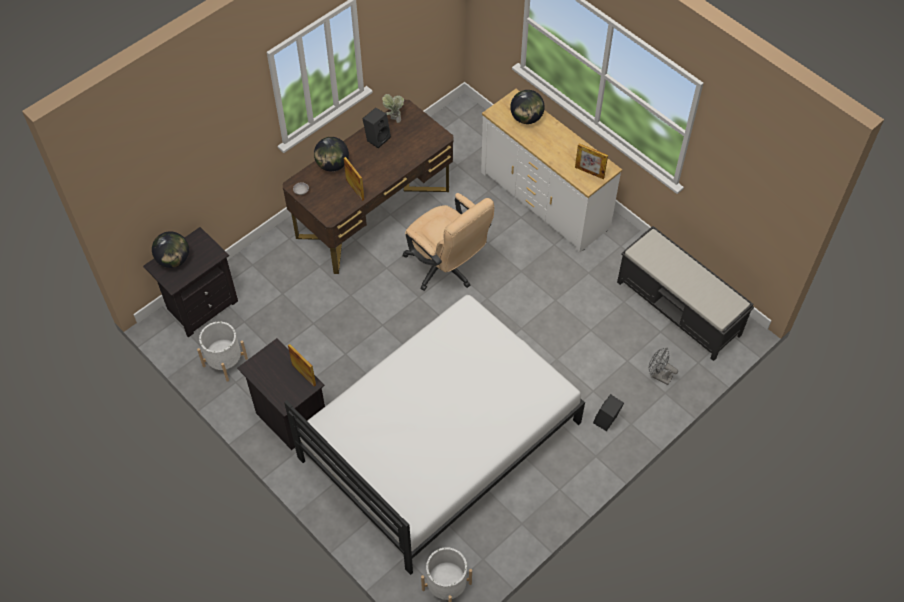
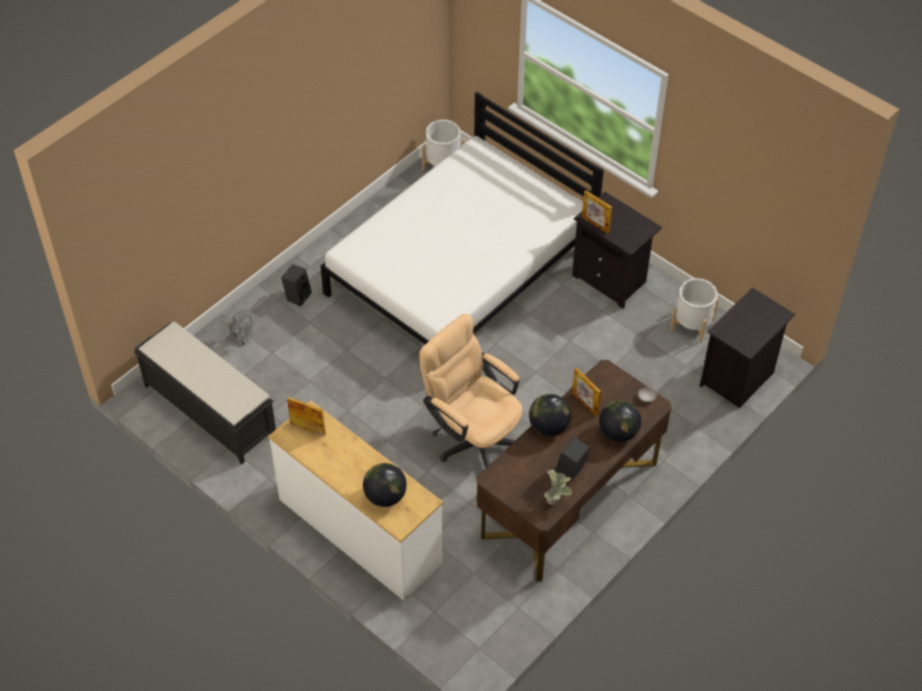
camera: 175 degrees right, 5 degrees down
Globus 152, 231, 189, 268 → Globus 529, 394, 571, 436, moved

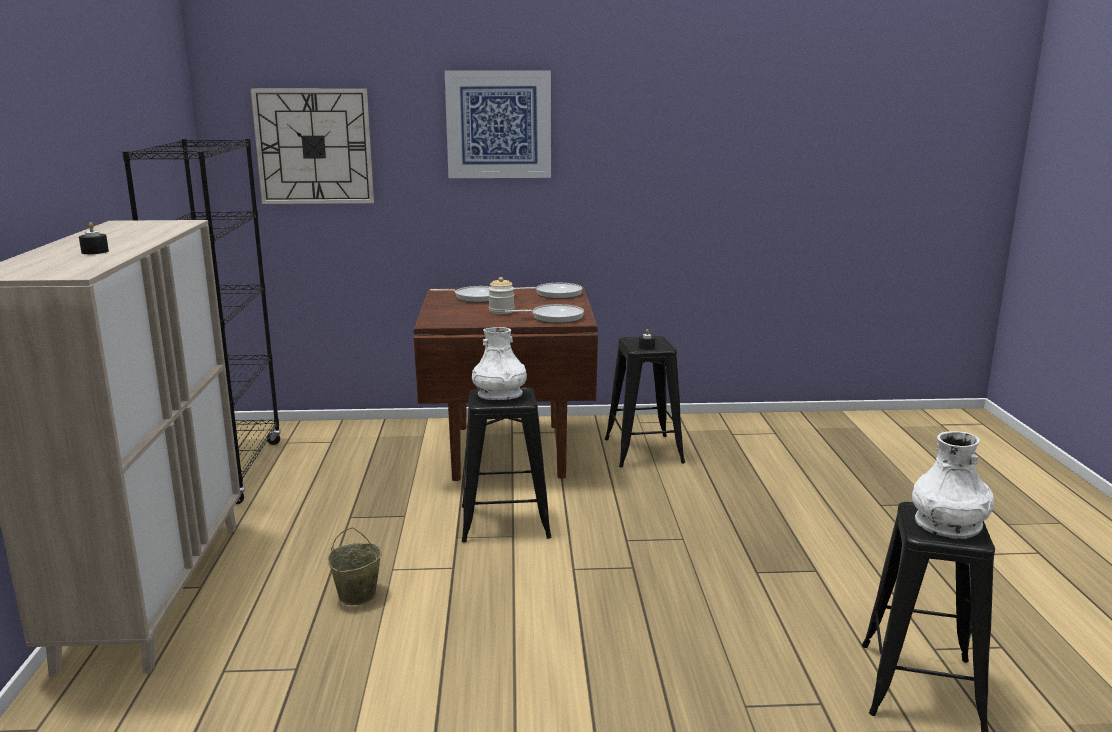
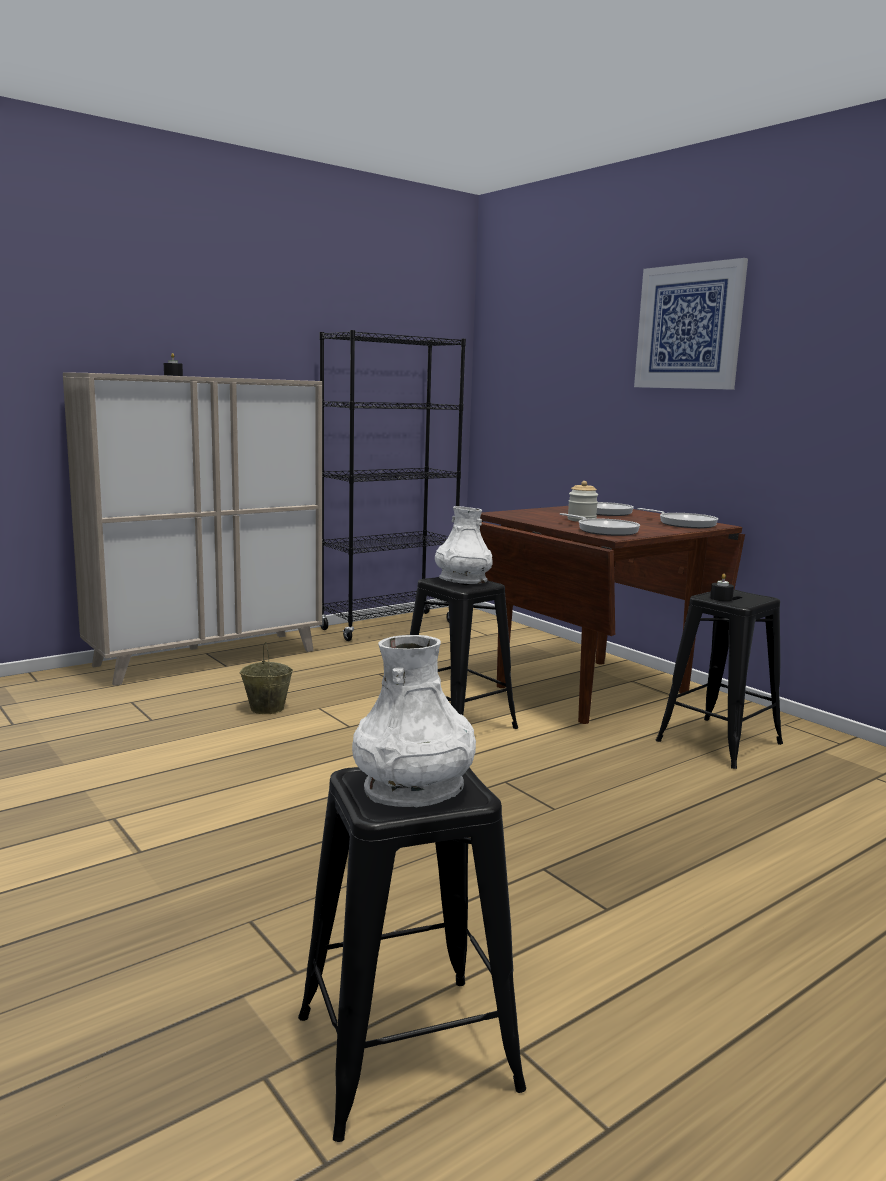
camera: 55 degrees right, 5 degrees down
Wanduhr 251, 88, 374, 204 → -

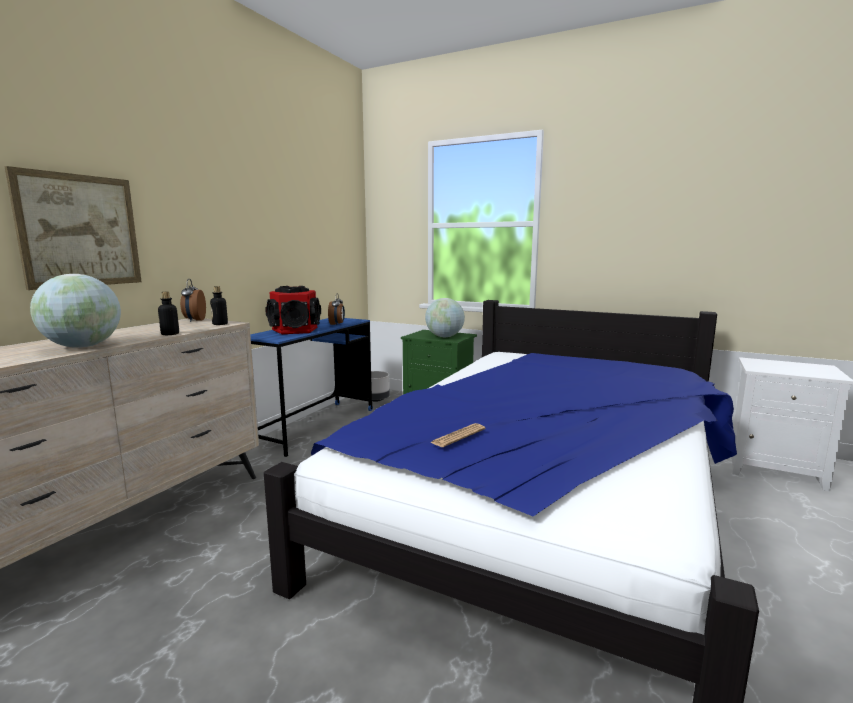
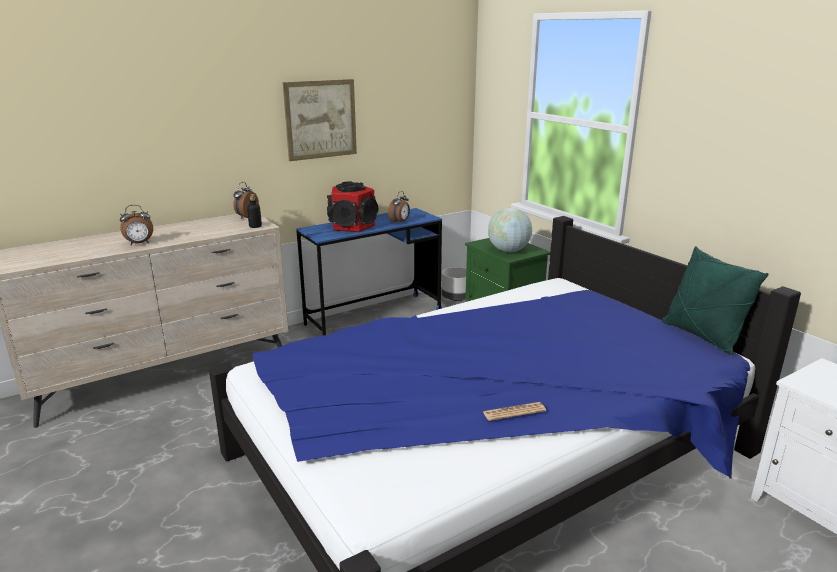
camera: 30 degrees right, 10 degrees up
Bild 4, 166, 141, 290 → Bild 283, 79, 357, 161, moved
Globus 30, 274, 121, 348 → Wecker 120, 205, 153, 245
Flasche 158, 292, 179, 335 → -
Zeitung 430, 423, 485, 447 → Zeitung 483, 402, 546, 421, moved
- → Kissen (grün) 662, 246, 769, 355

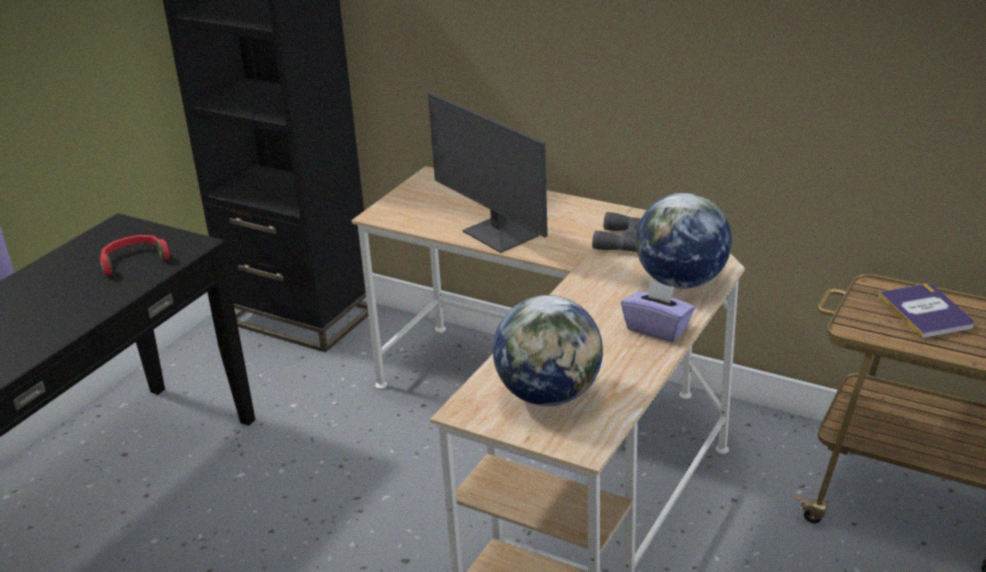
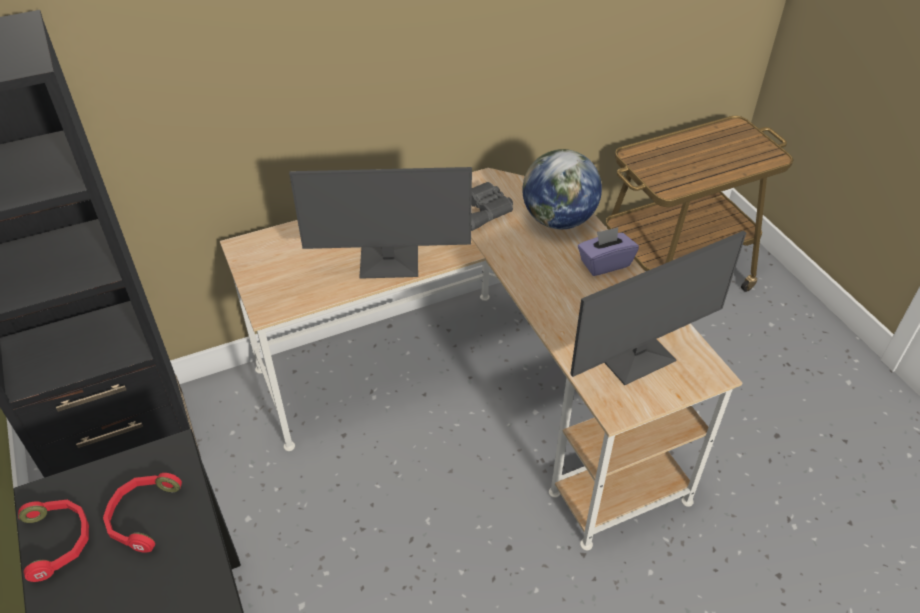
camera: 55 degrees left, 15 degrees up
Globus 493, 295, 603, 406 → Monitor 570, 231, 746, 385
Buch 879, 284, 974, 338 → -
- → Kopfhörer (rot) 18, 500, 89, 582

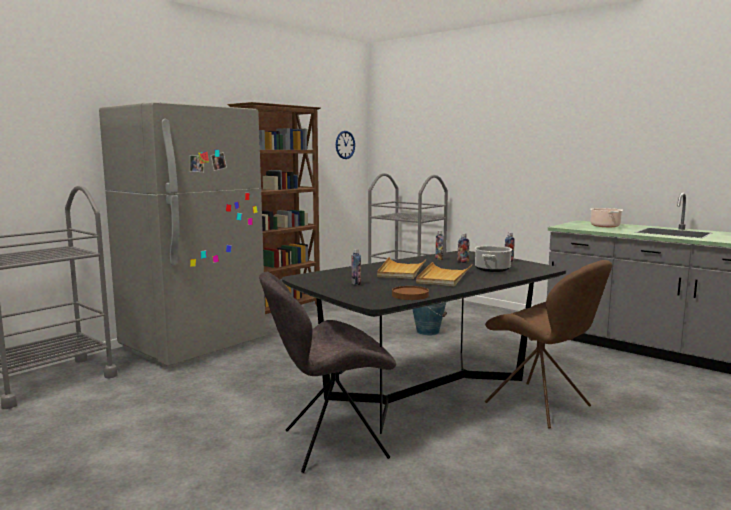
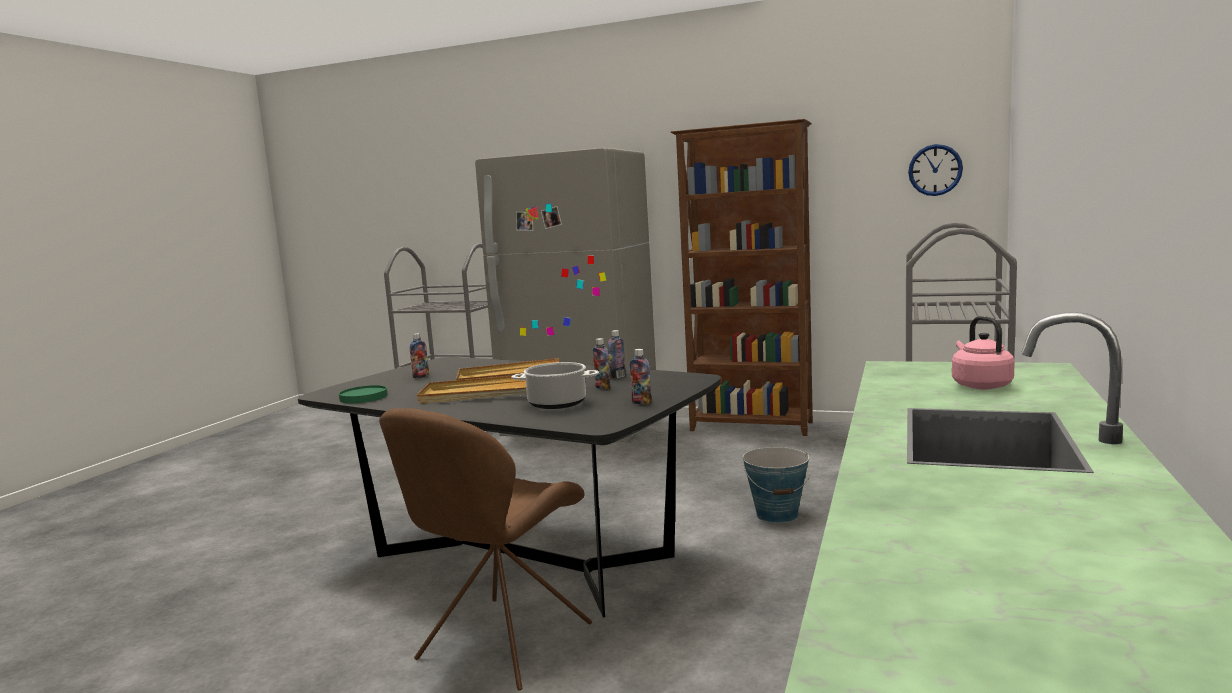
camera: 70 degrees right, 0 degrees up
Stuhl (grau) 259, 272, 396, 473 → -
Teller (braun) 392, 286, 429, 300 → Teller (grün) 339, 385, 388, 403
Kochtopf 590, 208, 623, 227 → Wasserkessel (rosa) 952, 316, 1015, 389

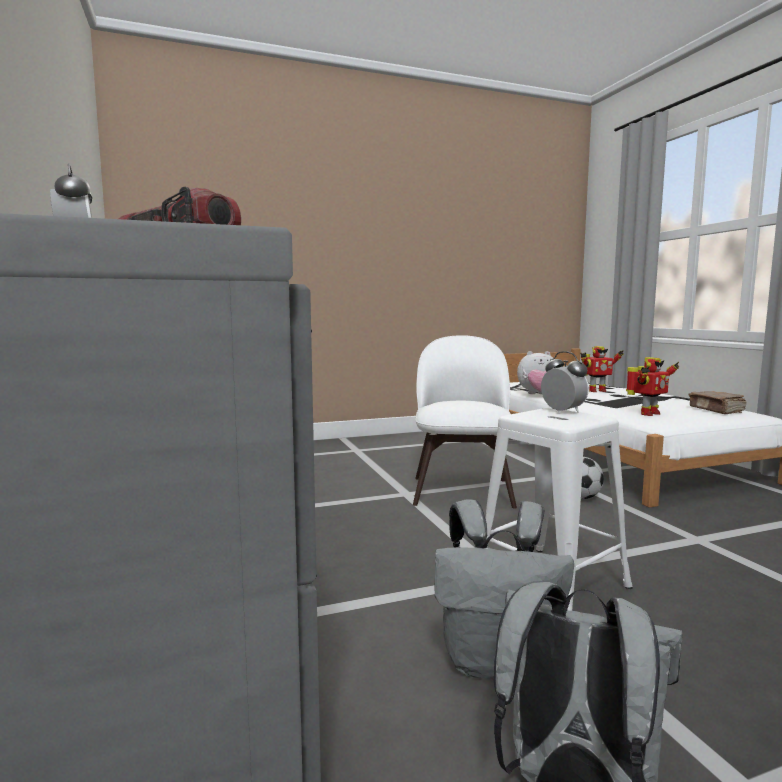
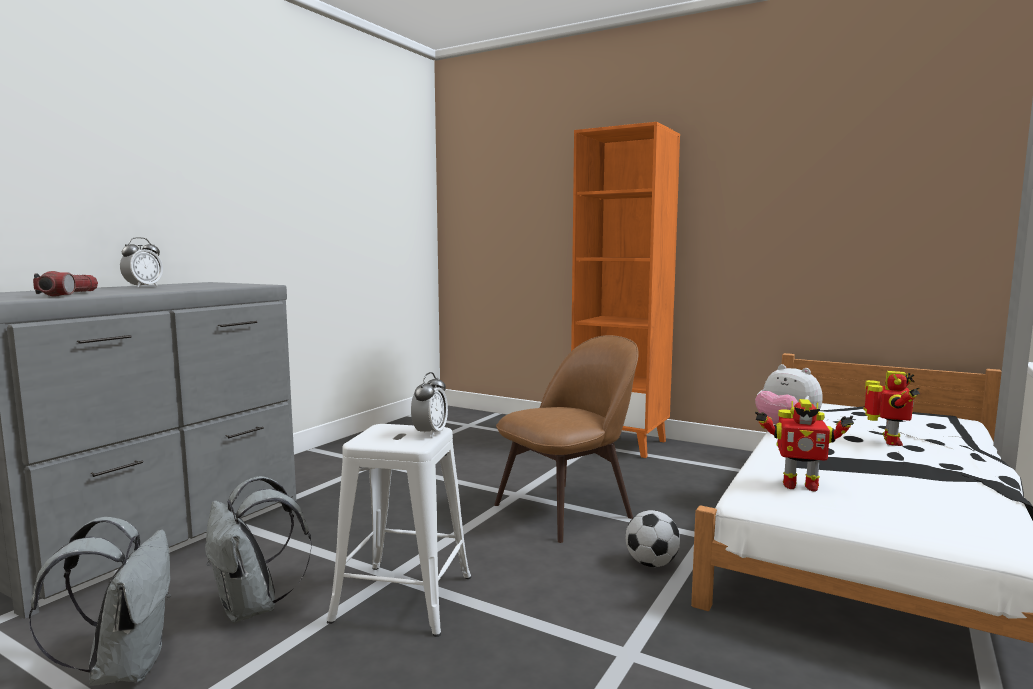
camera: 50 degrees right, 0 degrees up
Stuhl (weiß) 413, 335, 517, 509 → Stuhl (braun) 494, 335, 638, 543
Spielzeugroboter 580, 346, 624, 392 → Spielzeugroboter 863, 371, 920, 446, 105 degrees counterclockwise
Buch (braun) 688, 391, 747, 414 → -
- → Bücherregal (orange) 571, 122, 680, 458

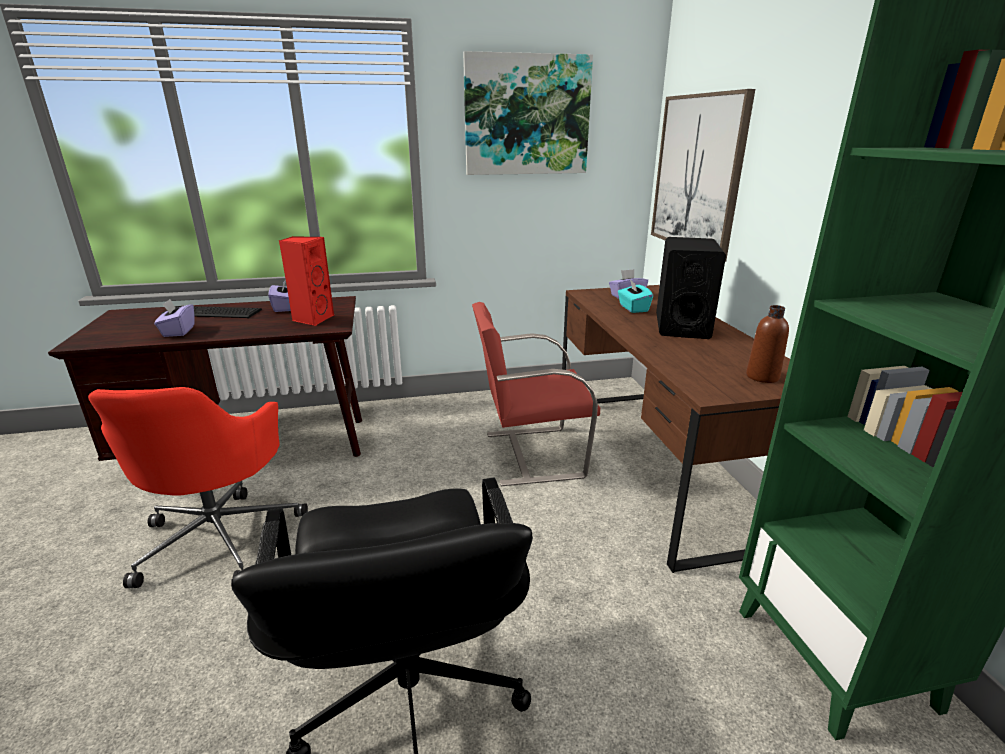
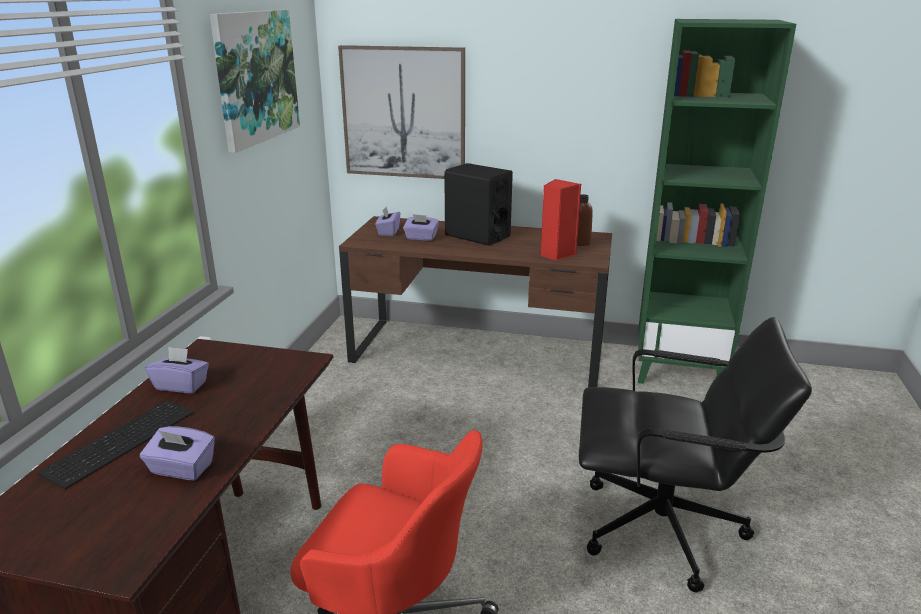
camera: 65 degrees left, 0 degrees up
Lautsprecher (rot) 279, 236, 334, 326 → Lautsprecher (rot) 540, 179, 581, 261, moved
Stuhl (rot) 472, 302, 600, 486 → -
Taschentuchbox (türkis) 618, 280, 653, 313 → Taschentuchbox (lila) 403, 214, 439, 241

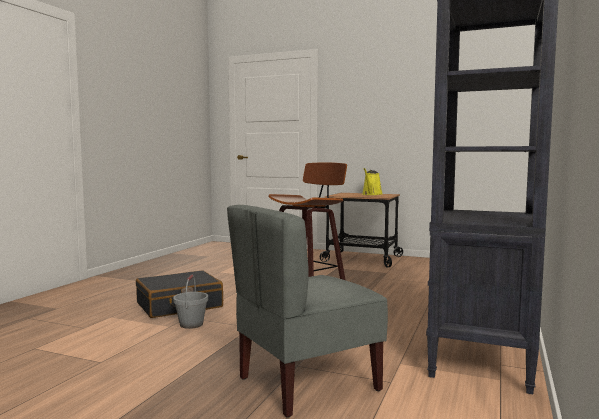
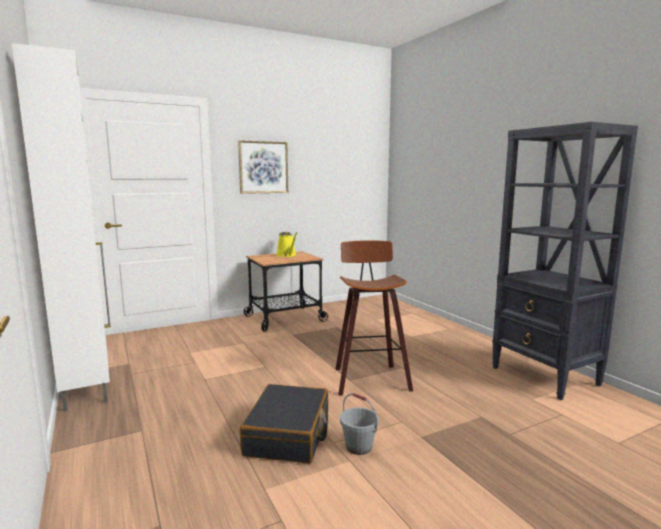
camera: 50 degrees left, 5 degrees up
Stuhl (grau) 227, 205, 388, 418 → -
- → Schrank (weiß) 12, 43, 111, 411
- → Bild 238, 140, 288, 194

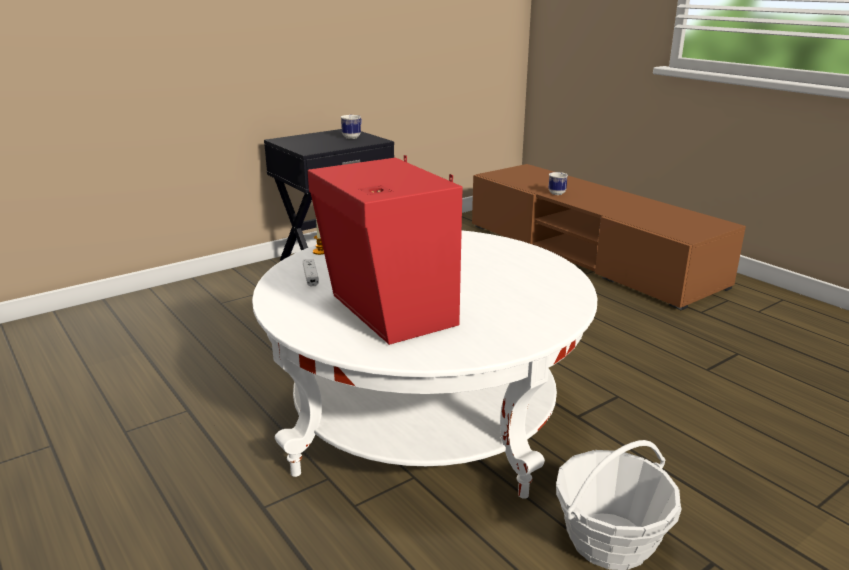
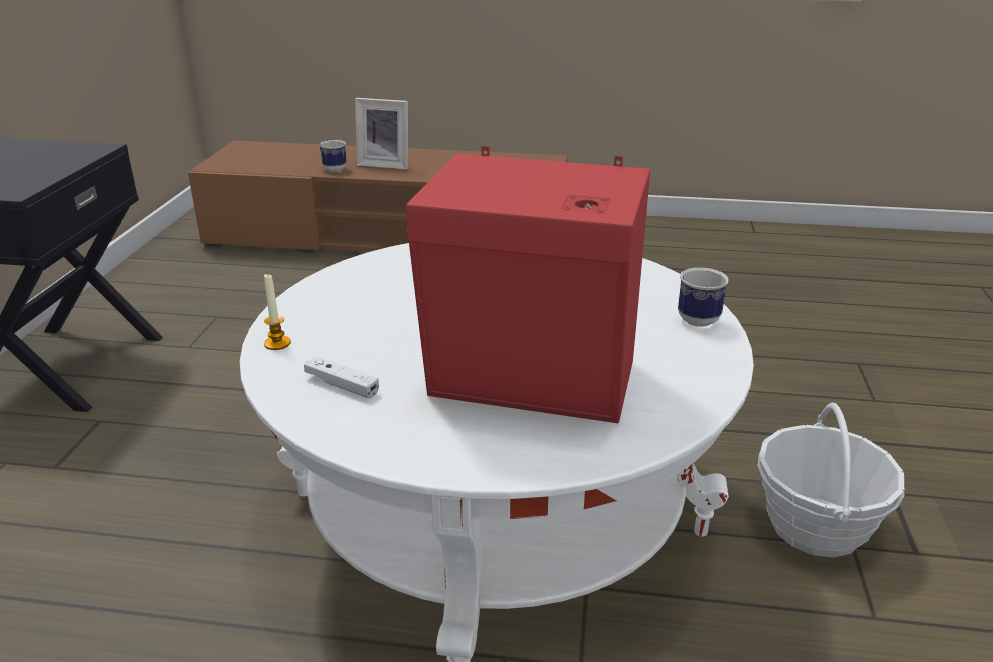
camera: 45 degrees left, 5 degrees up
Henkelbecher 341, 115, 362, 139 → Henkelbecher 678, 267, 729, 327, moved
- → Bilderrahmen 355, 98, 408, 170

